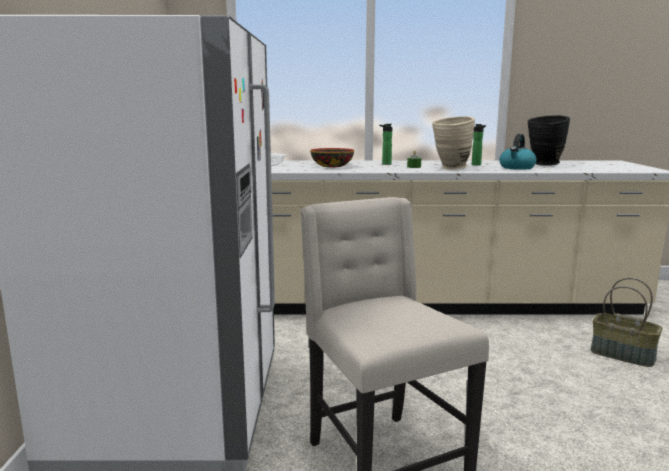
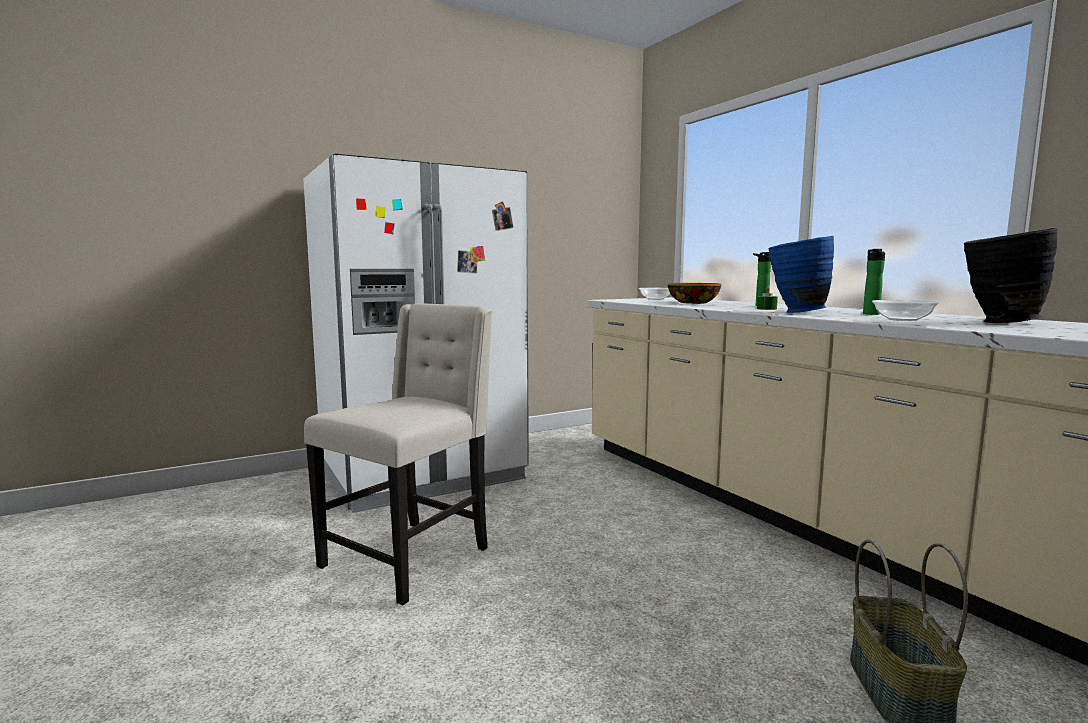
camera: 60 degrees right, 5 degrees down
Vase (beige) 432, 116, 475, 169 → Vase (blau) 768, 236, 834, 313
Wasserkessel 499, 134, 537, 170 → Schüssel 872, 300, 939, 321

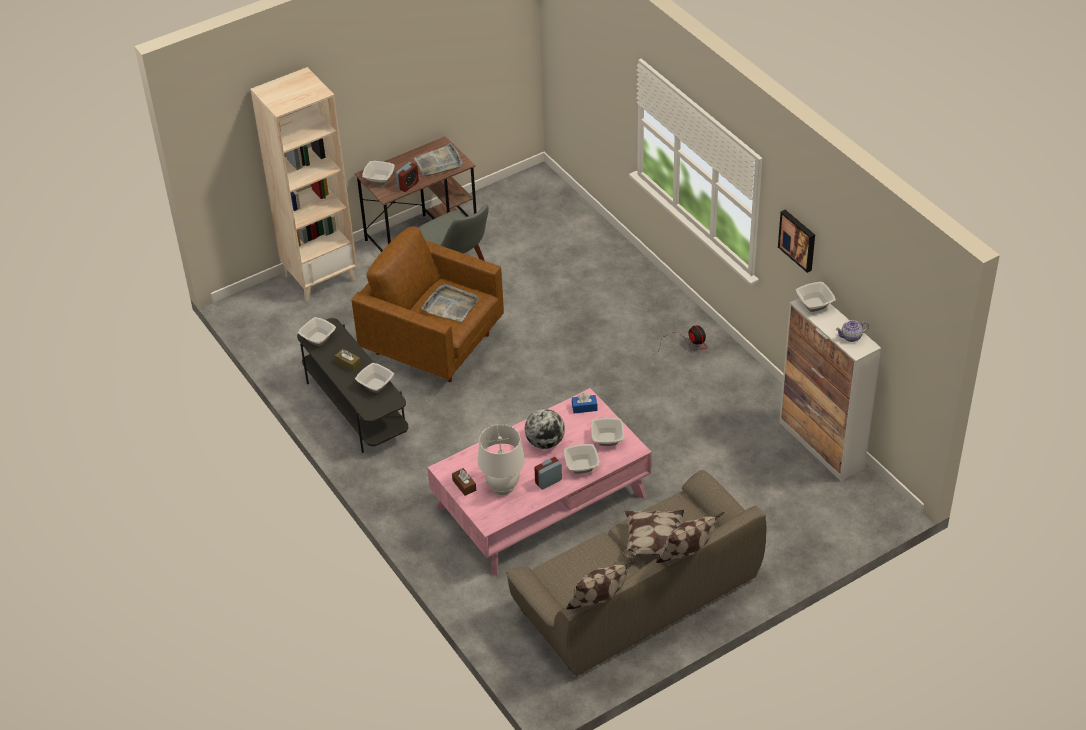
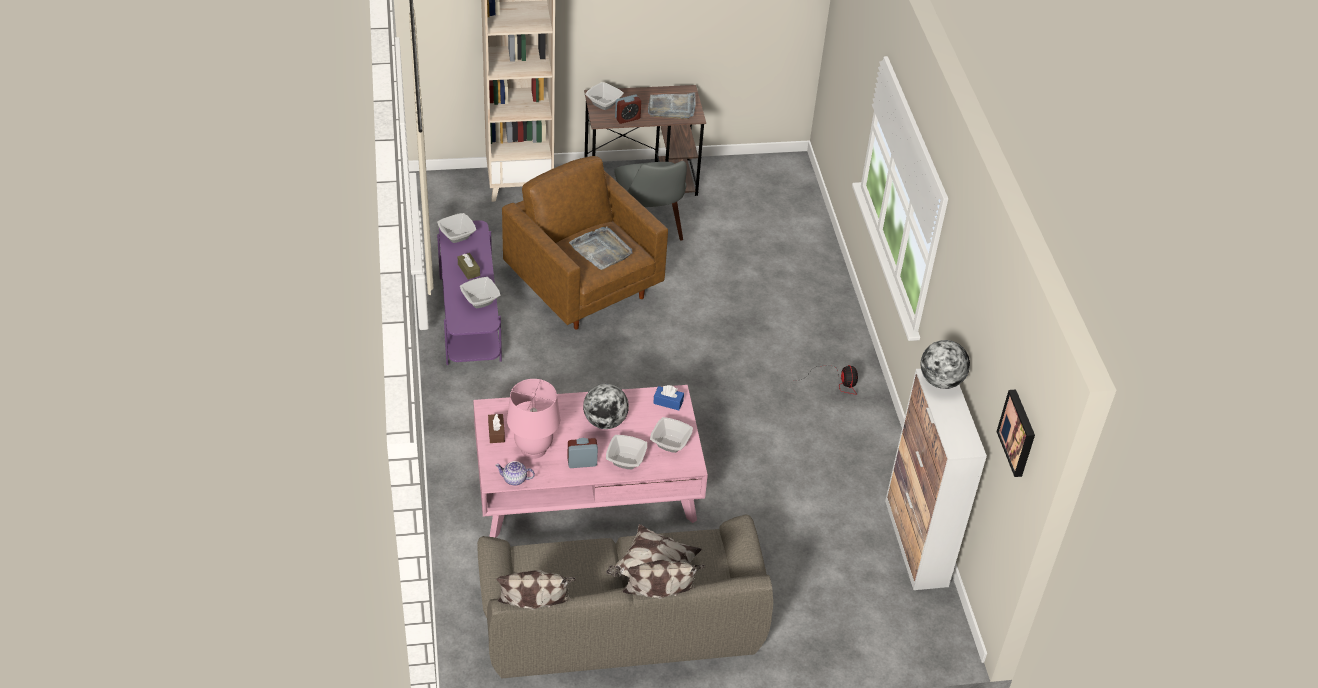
camera: 20 degrees right, 0 degrees up
Fernsehschrank (grau) 297, 318, 408, 453 → Fernsehschrank (lila) 437, 220, 502, 365
Tischlampe (weiß) 478, 424, 525, 495 → Tischlampe (rosa) 507, 379, 560, 459
Bild 778, 210, 815, 273 → Bild 996, 390, 1035, 477, moved
Schüssel 796, 282, 836, 312 → Globus 921, 340, 970, 389
Teekanne 836, 320, 869, 342 → Teekanne 495, 461, 535, 486, moved

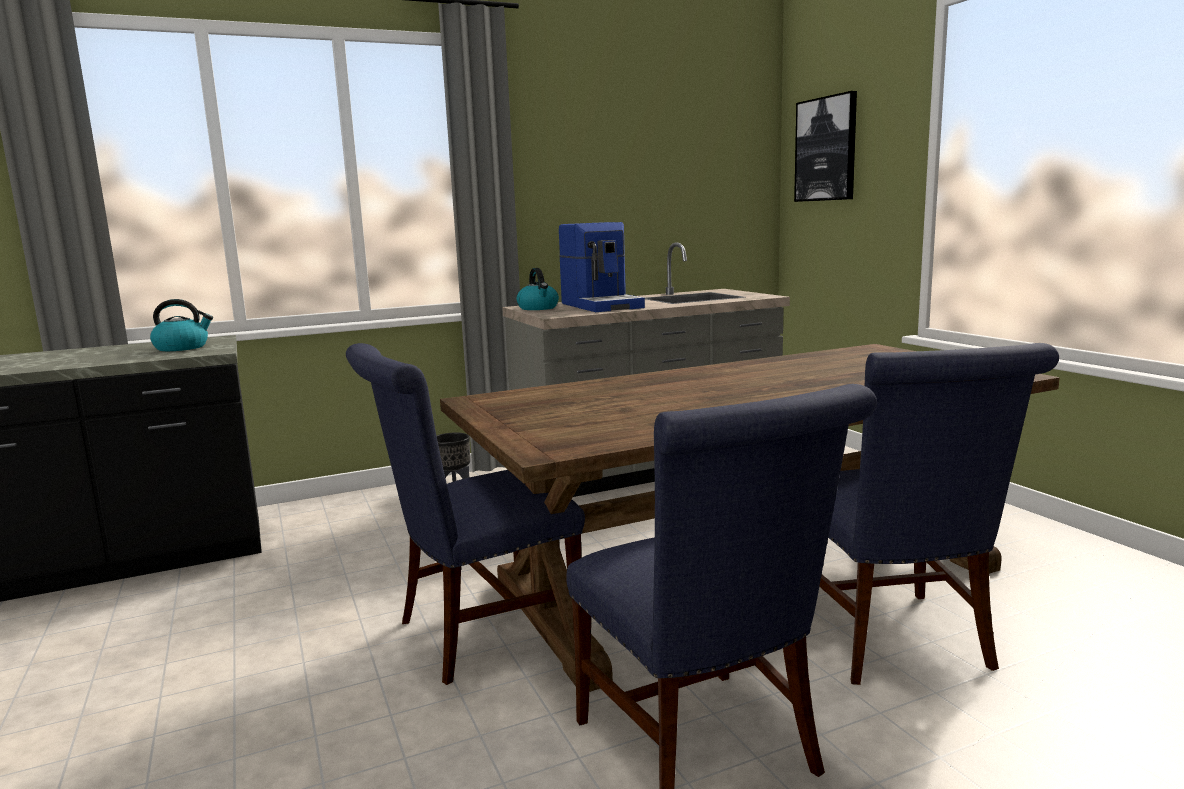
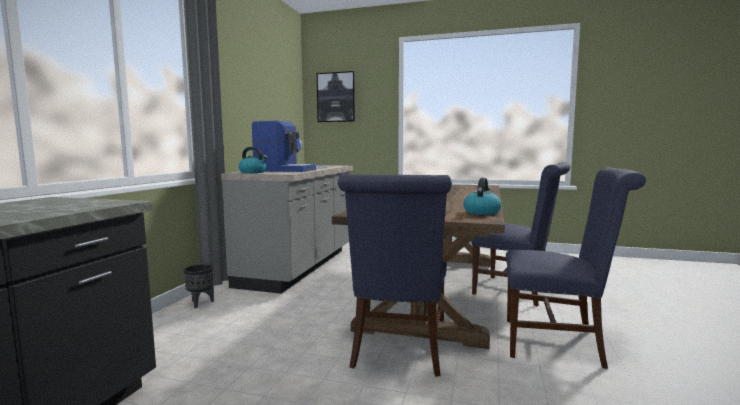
camera: 50 degrees left, 5 degrees down
Wasserkessel 150, 299, 213, 351 → Wasserkessel 463, 178, 501, 215, moved

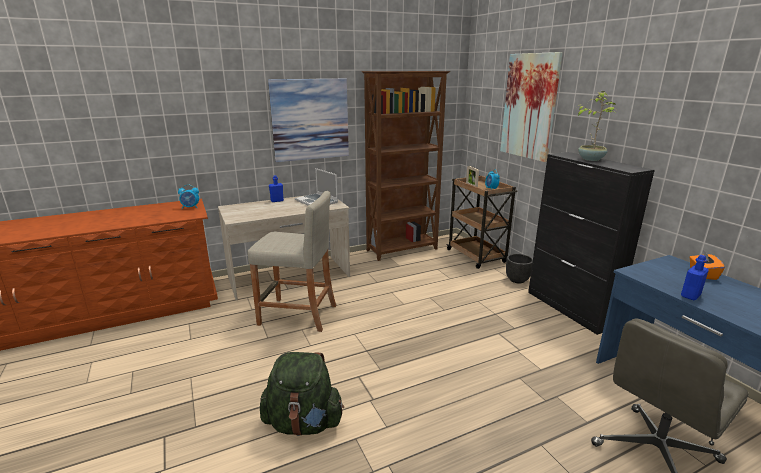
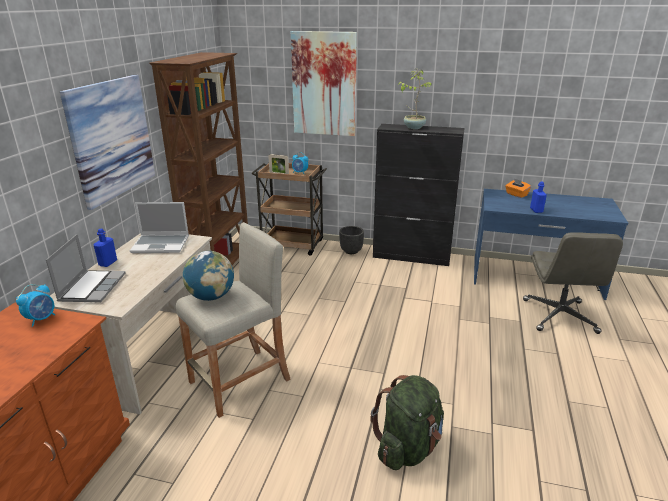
camera: 50 degrees left, 5 degrees up
- → Laptop 46, 234, 126, 302
- → Globus 183, 251, 234, 301

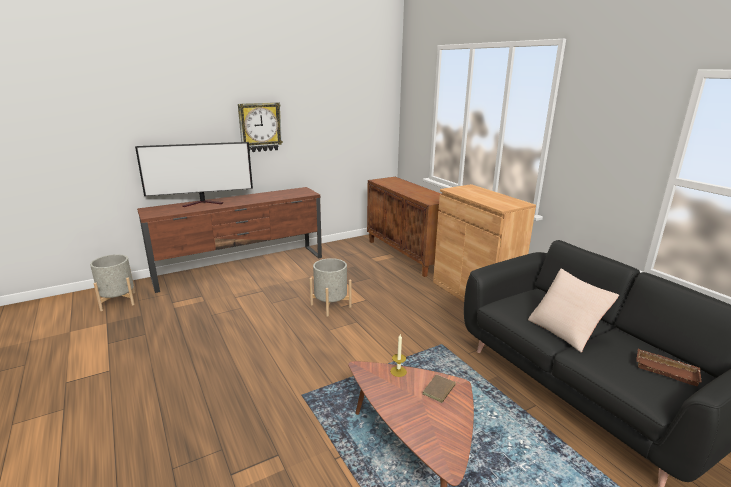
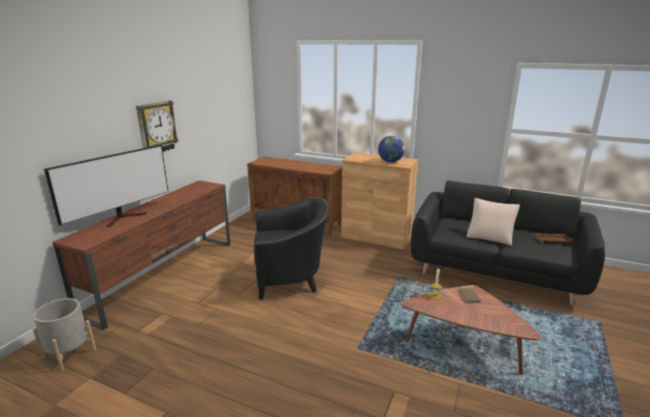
camera: 35 degrees left, 0 degrees up
Pflanzkübel (grau) 309, 258, 352, 317 → Sessel (schwarz) 254, 197, 330, 300
- → Globus 378, 136, 405, 162

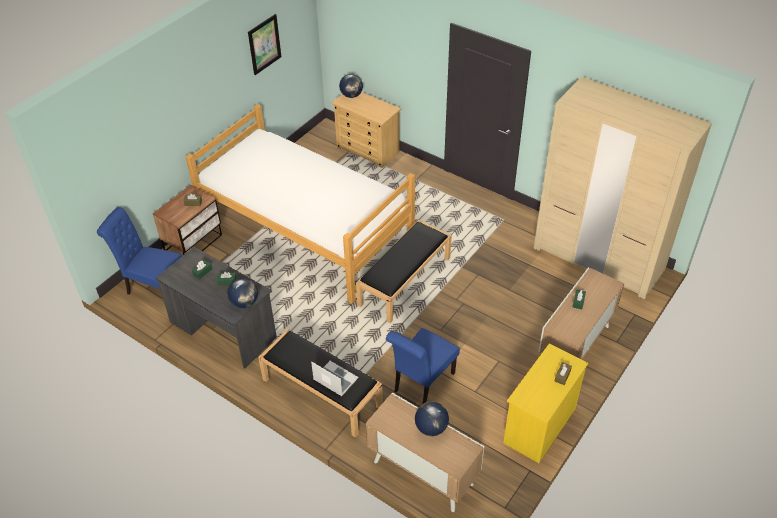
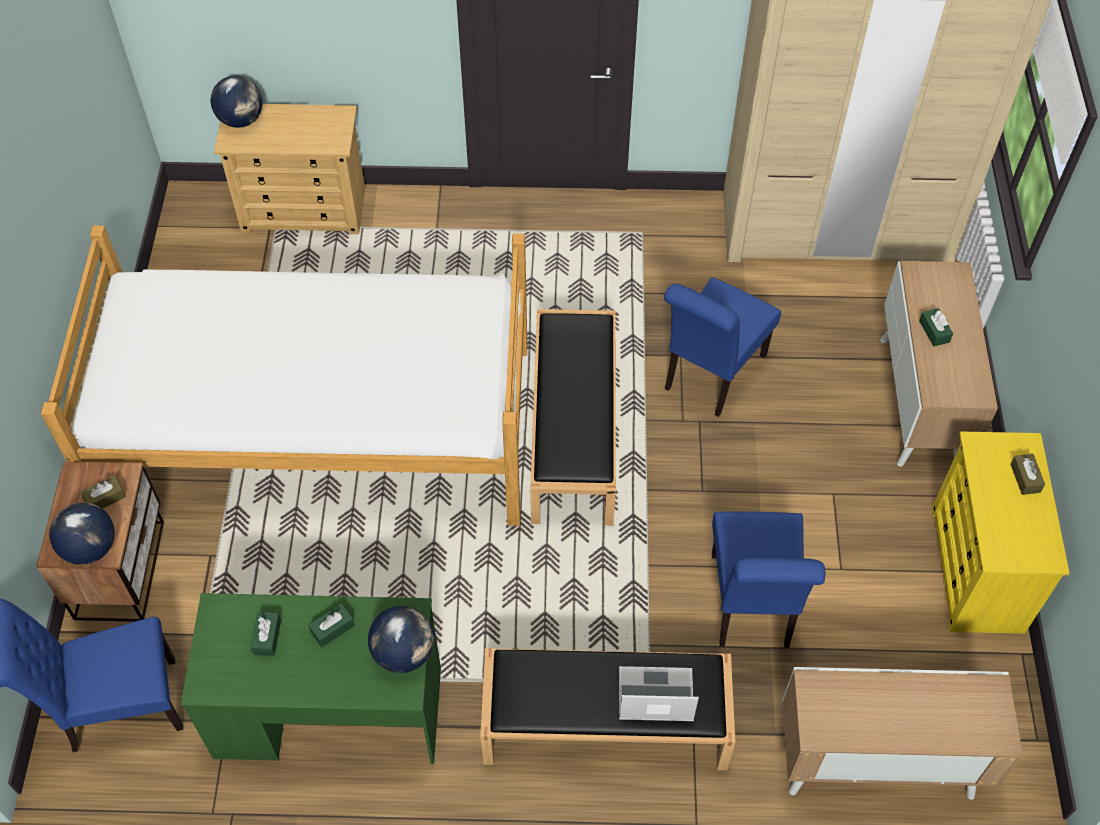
camera: 35 degrees left, 10 degrees up
Schreibtisch (grau) 156, 247, 277, 369 → Schreibtisch (grün) 181, 593, 441, 764
Bild 248, 14, 281, 75 → -
Globus 415, 401, 449, 436 → Globus 49, 503, 115, 565, moved
- → Stuhl (blau) 664, 277, 781, 417

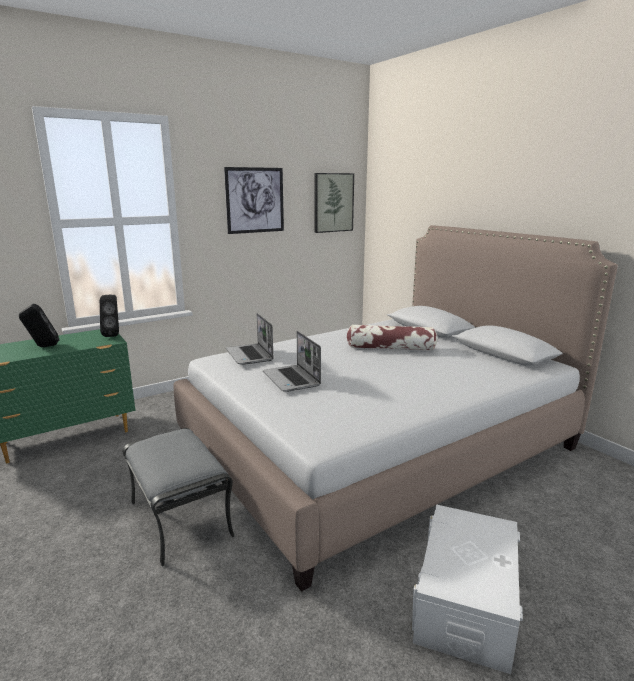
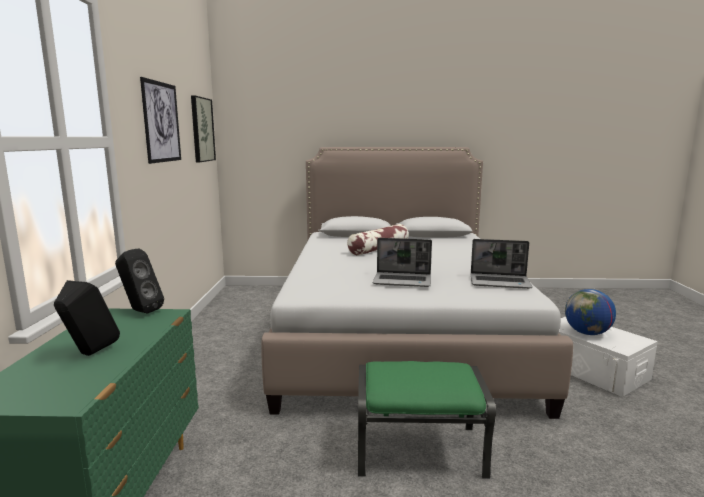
camera: 55 degrees left, 5 degrees down
Polsterhocker (grau) 122, 428, 235, 567 → Polsterhocker (grün) 358, 361, 496, 479
Laptop 226, 313, 273, 365 → Laptop 471, 239, 532, 289, moved
- → Globus 565, 289, 616, 335

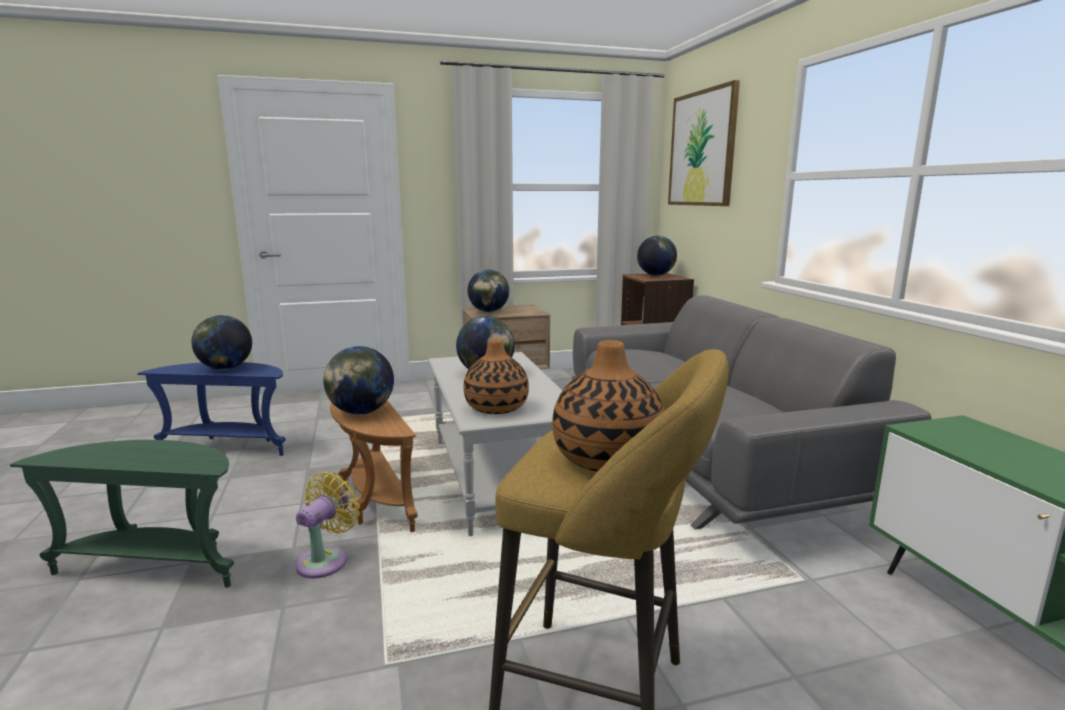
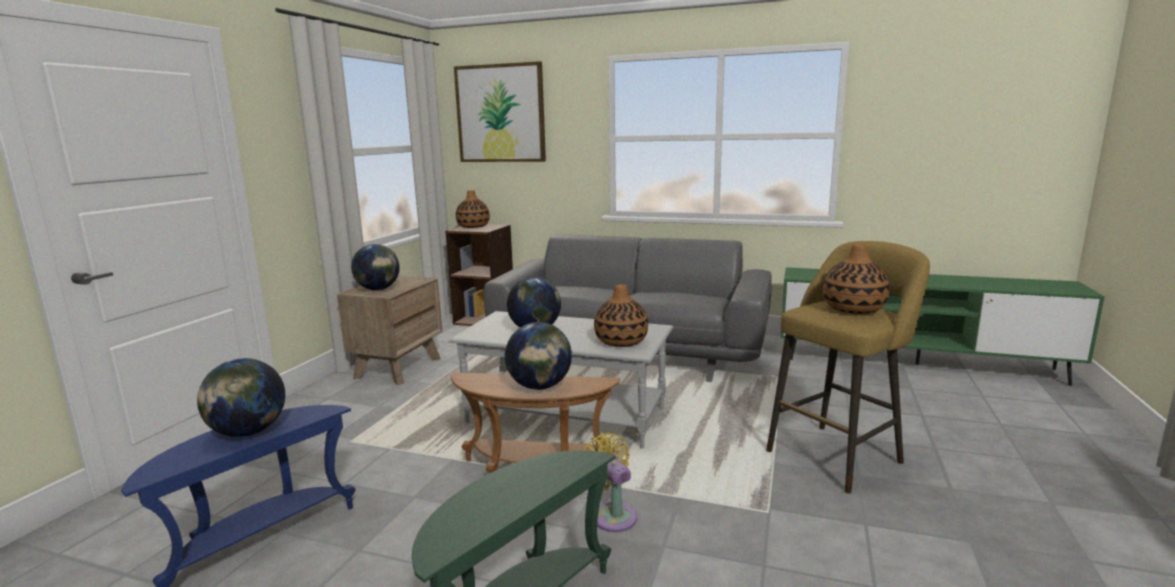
camera: 55 degrees left, 0 degrees up
Globus 637, 236, 677, 276 → Vase 456, 190, 490, 228

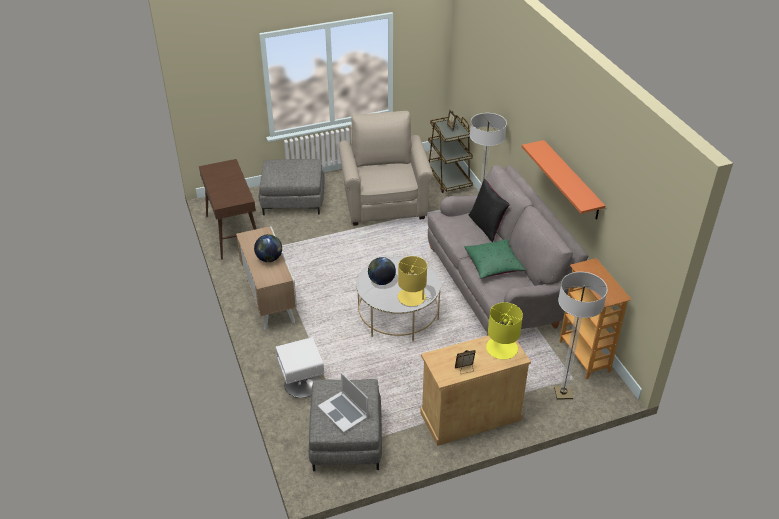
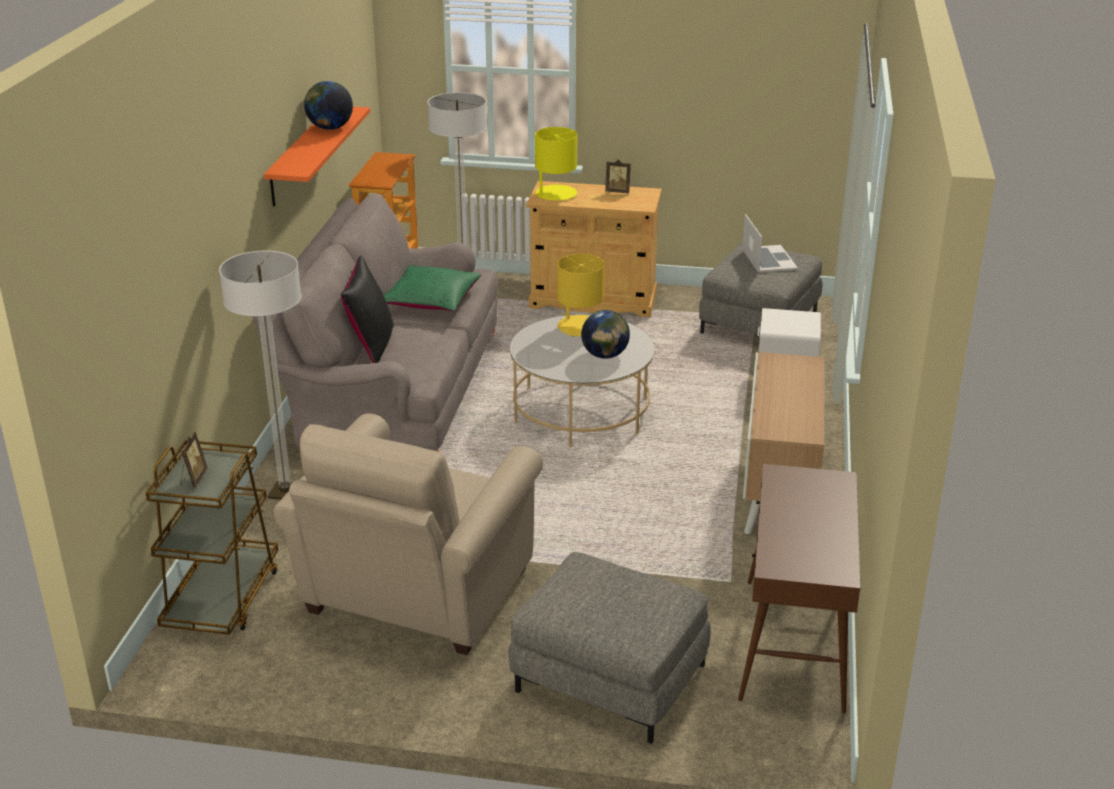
camera: 150 degrees left, 10 degrees down
Globus 254, 234, 282, 262 → Globus 304, 81, 353, 130, moved

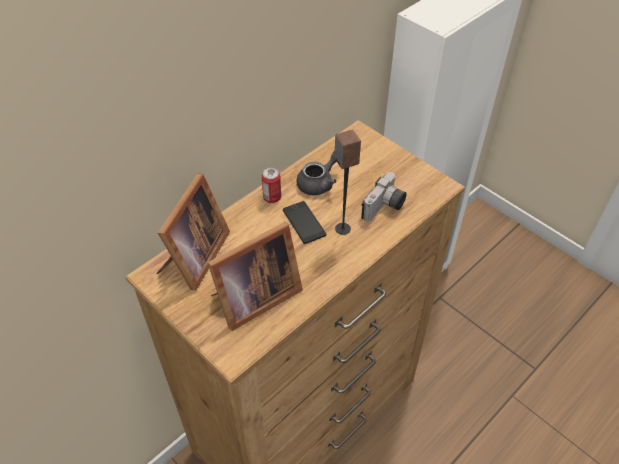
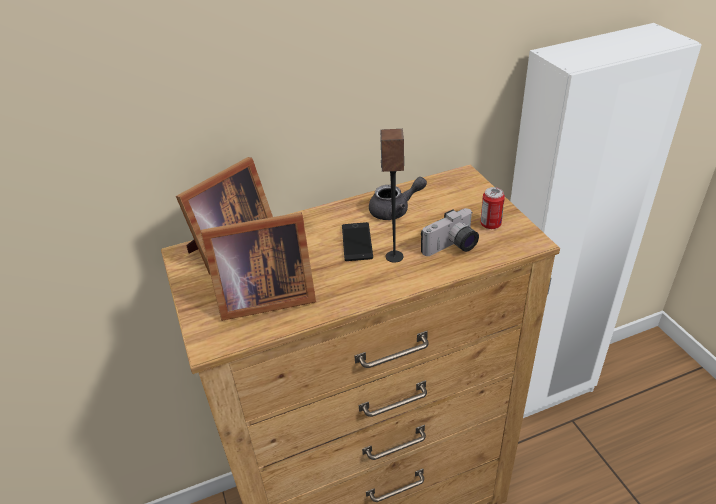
camera: 25 degrees right, 10 degrees down
Dose 262, 168, 281, 203 → Dose 480, 187, 505, 229, moved

